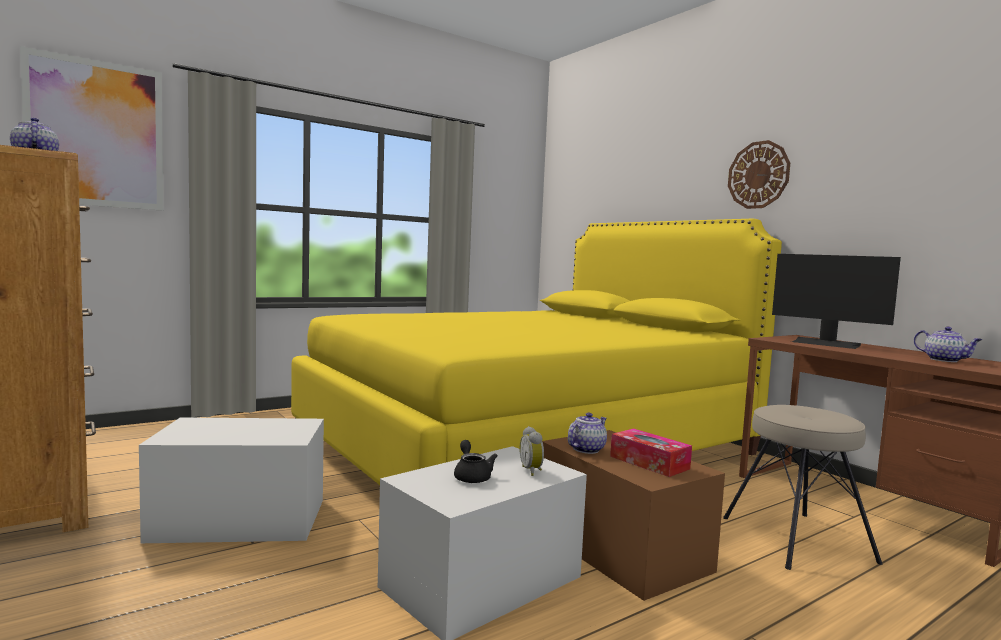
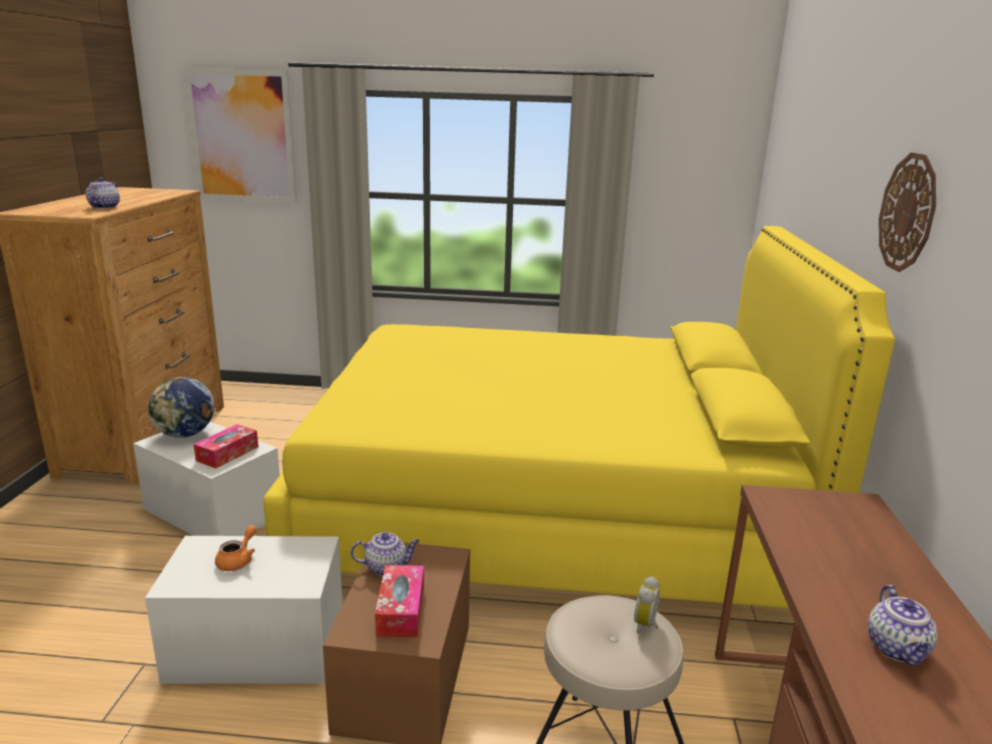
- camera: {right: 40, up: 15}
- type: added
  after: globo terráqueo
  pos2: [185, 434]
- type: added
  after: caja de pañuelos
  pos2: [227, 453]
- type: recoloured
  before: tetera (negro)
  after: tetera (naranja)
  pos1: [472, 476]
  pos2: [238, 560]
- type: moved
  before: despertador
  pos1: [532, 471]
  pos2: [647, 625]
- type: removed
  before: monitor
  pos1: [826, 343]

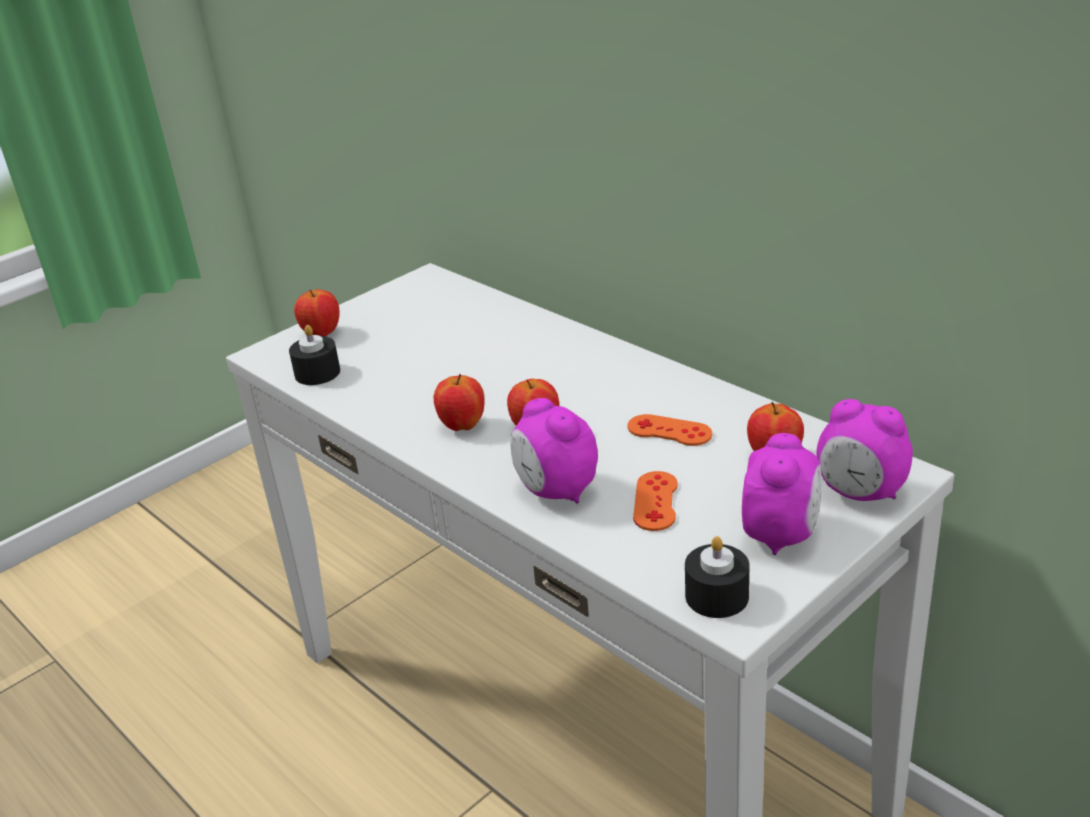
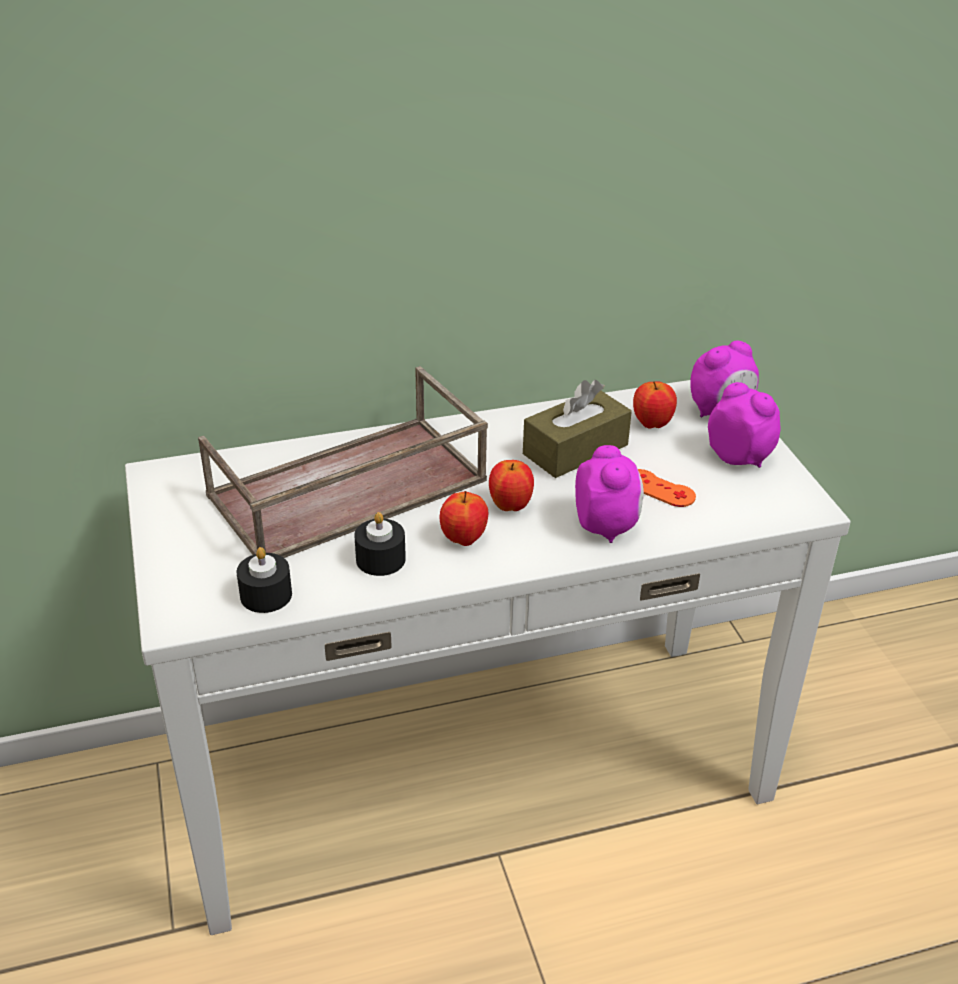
- camera: {right: -65, up: 5}
- type: added
  after: bandeja (marrón)
  pos2: [346, 491]
- type: moved
  before: vela (negro)
  pos1: [717, 596]
  pos2: [380, 559]
- type: replaced
  before: mando de consola (naranja)
  after: caja de pañuelos (marrón)
  pos1: [669, 431]
  pos2: [575, 449]
- type: turned
  before: despertador
  pos1: [556, 491]
  pos2: [606, 526]
  turn: -90
- type: removed
  before: manzana
  pos1: [321, 334]

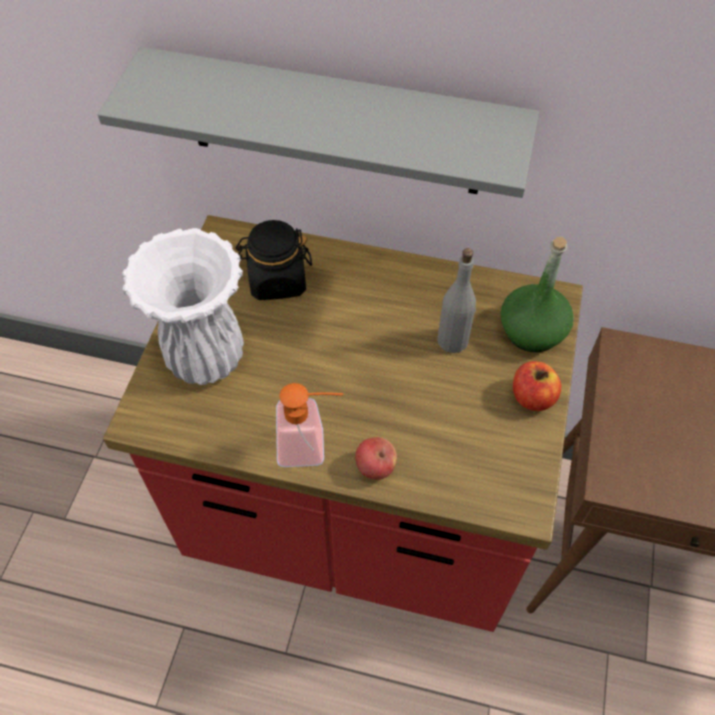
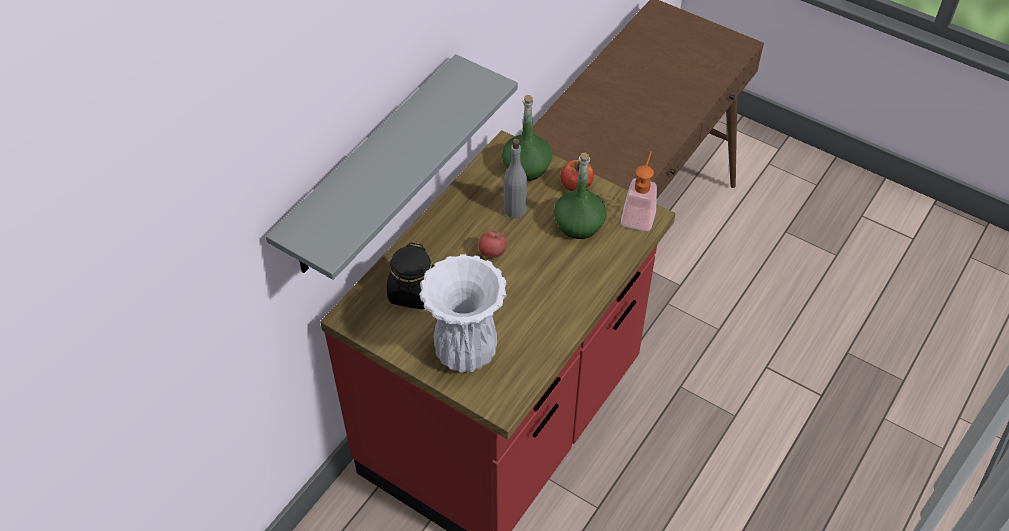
- camera: {right: -70, up: -5}
- type: moved
  before: manzana
  pos1: [375, 467]
  pos2: [492, 253]
- type: added
  after: botella (verde)
  pos2: [579, 224]
- type: moved
  before: dispensador de jabón
  pos1: [311, 447]
  pos2: [639, 214]

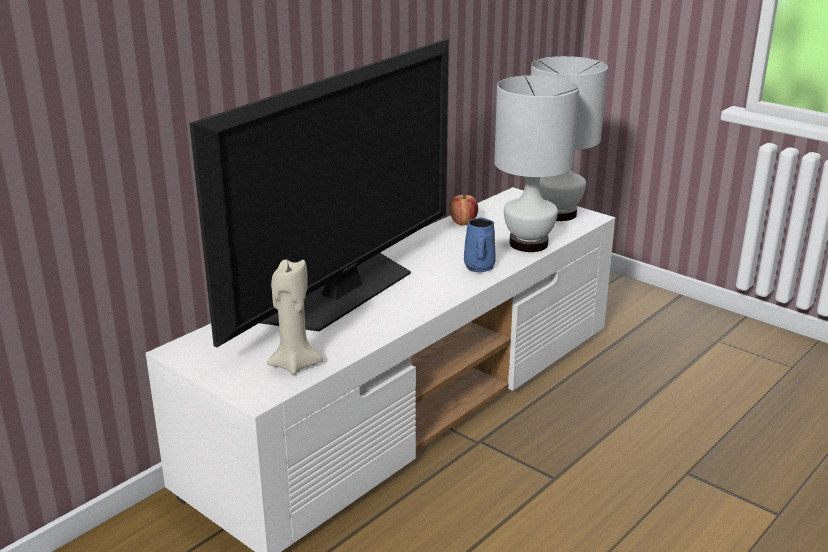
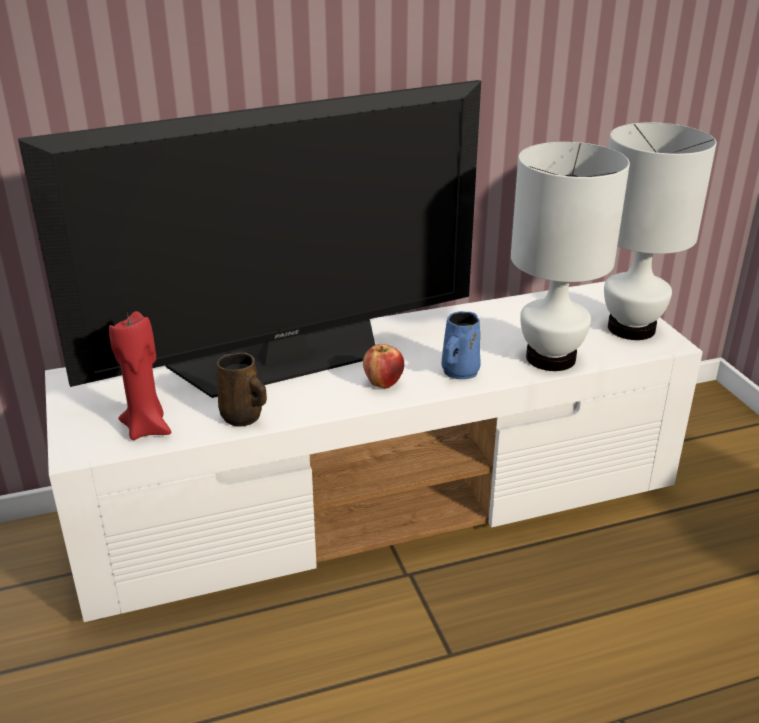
- camera: {right: 30, up: 5}
- type: recoloured
  before: vela (beis)
  after: vela (rojo)
  pos1: [294, 364]
  pos2: [147, 428]
- type: added
  after: taza grande (marrón)
  pos2: [243, 417]
- type: moved
  before: manzana
  pos1: [463, 223]
  pos2: [383, 383]

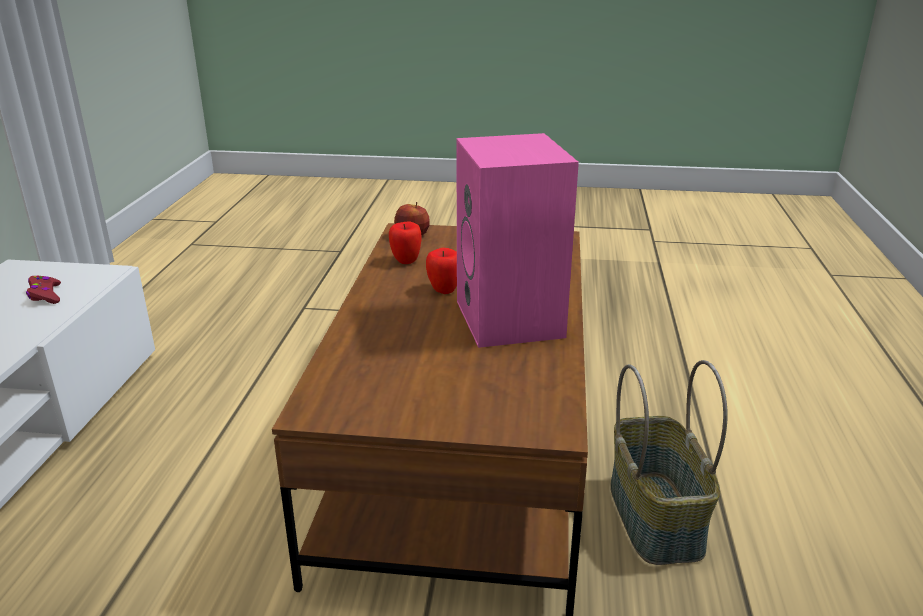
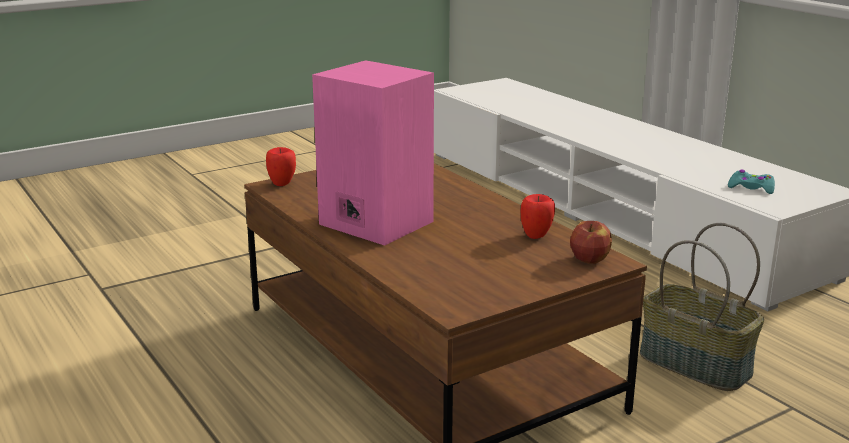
- camera: {right: 140, up: -5}
- type: moved
  before: manzana
  pos1: [444, 290]
  pos2: [282, 184]
- type: moved
  before: cesta
  pos1: [657, 518]
  pos2: [693, 364]
- type: recoloured
  before: mando de consola (rojo)
  after: mando de consola (turquesa)
  pos1: [45, 295]
  pos2: [751, 188]

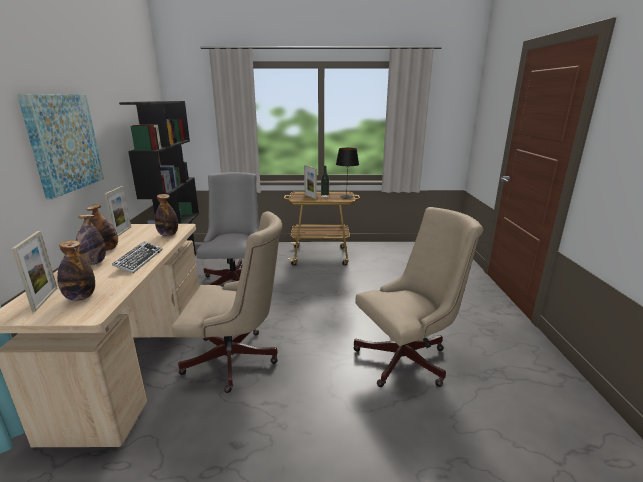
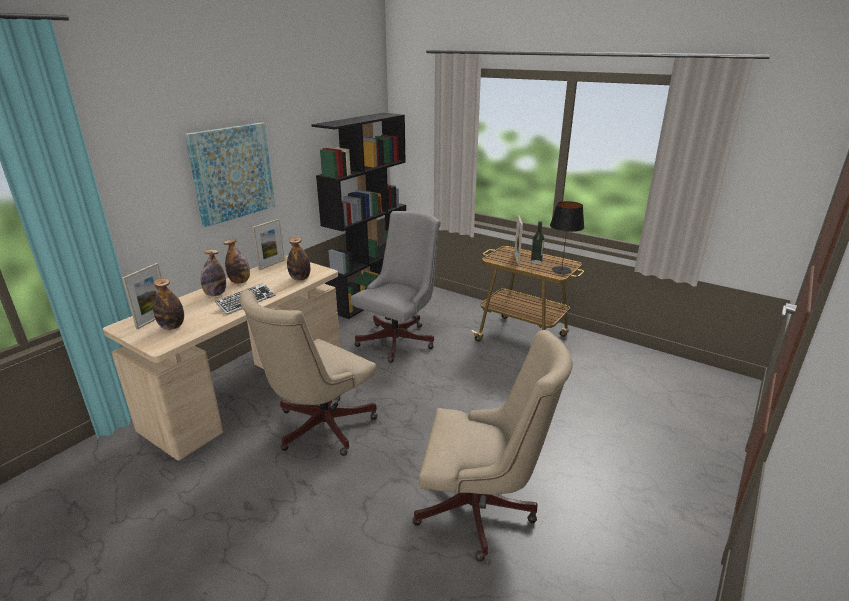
- camera: {right: 35, up: 5}
- type: turned
  before: silla de oficina (beis)
  pos1: [236, 360]
  pos2: [319, 428]
  turn: 90

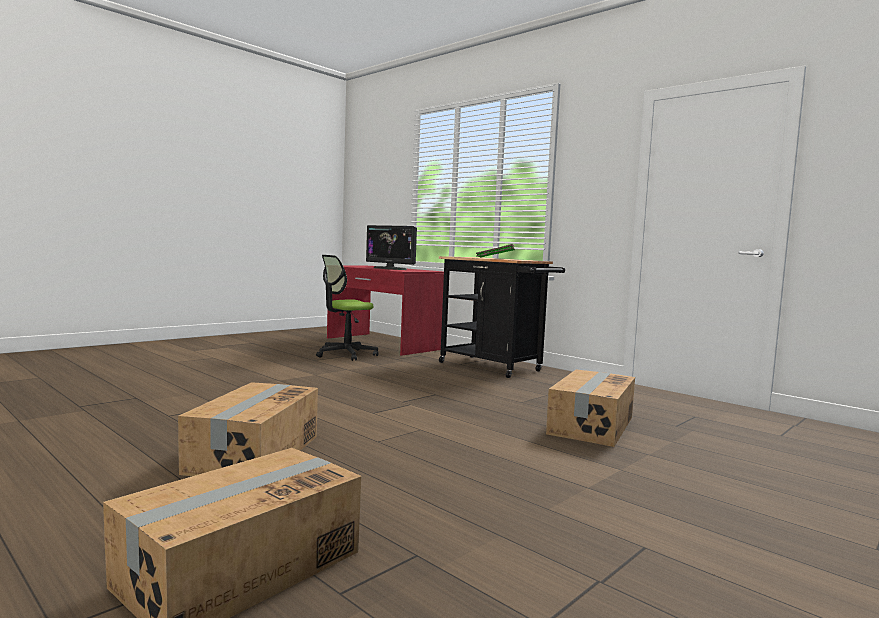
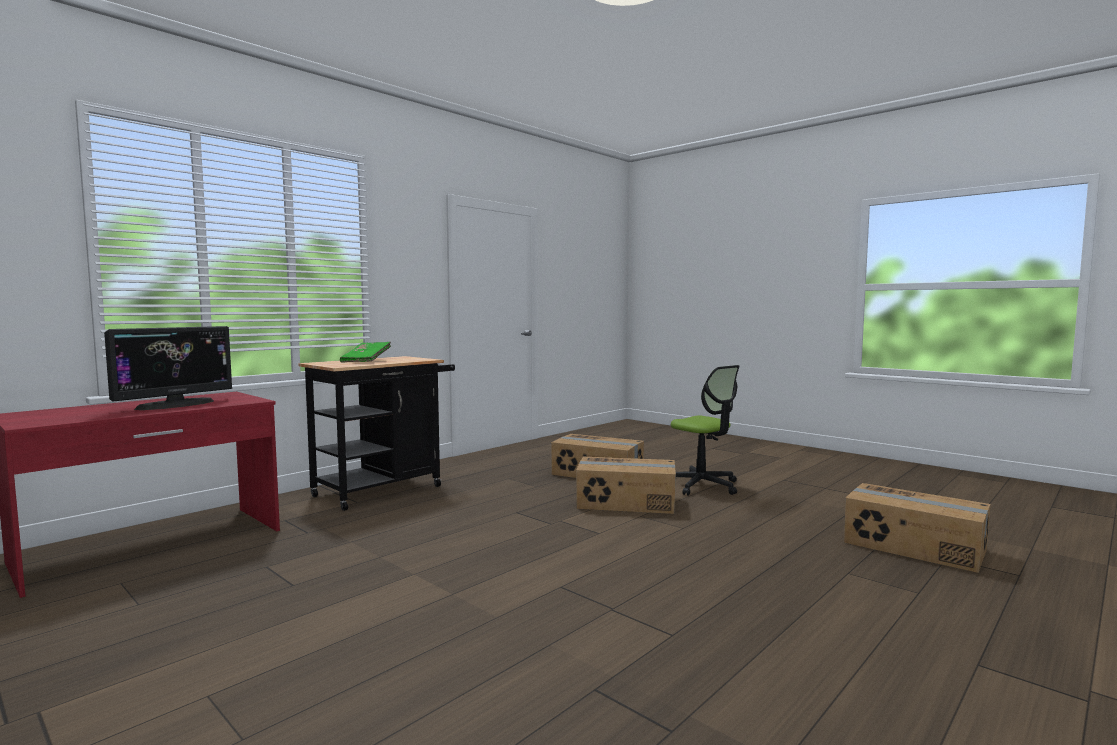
- camera: {right: -90, up: 0}
- type: moved
  before: caja de cartón
  pos1: [253, 454]
  pos2: [626, 502]
- type: moved
  before: silla de oficina
  pos1: [345, 354]
  pos2: [702, 485]

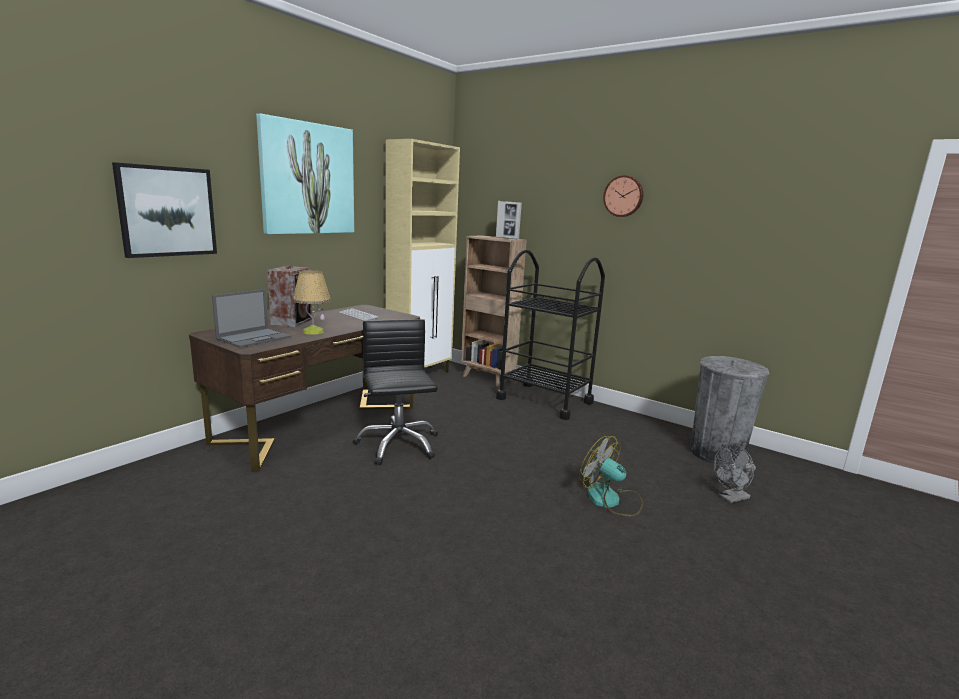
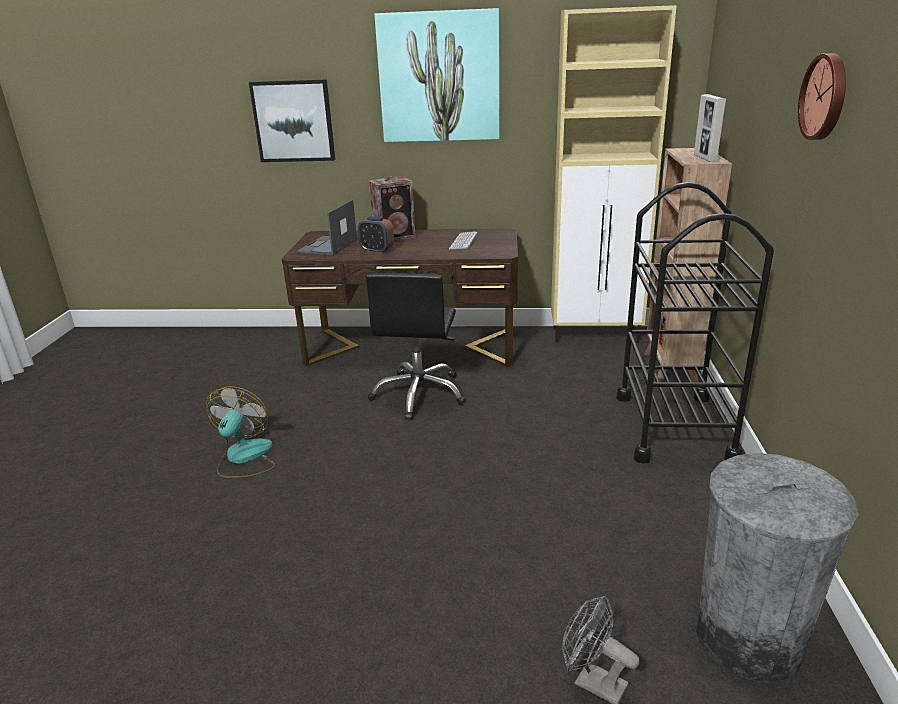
- camera: {right: 60, up: 10}
- type: moved
  before: ventilador
  pos1: [611, 500]
  pos2: [244, 458]
- type: turned
  before: portátil
  pos1: [255, 338]
  pos2: [327, 246]
  turn: 105
- type: replaced
  before: lámpara de mesa
  after: despertador
  pos1: [313, 332]
  pos2: [377, 251]
- type: turned
  before: silla de oficina (negro)
  pos1: [398, 445]
  pos2: [419, 394]
  turn: 150

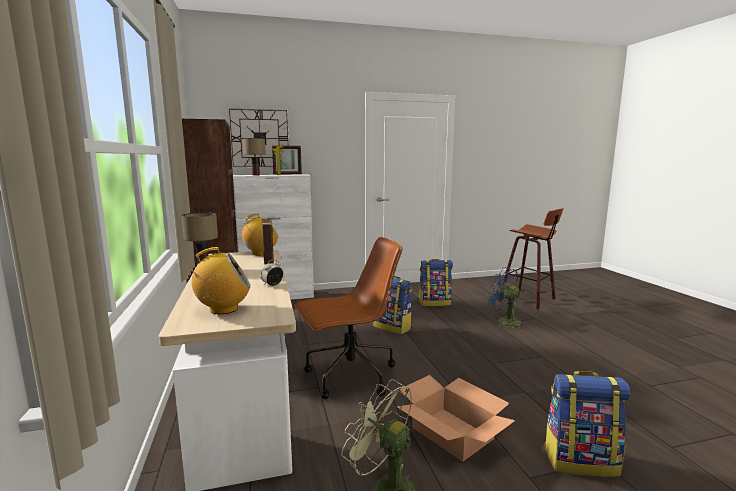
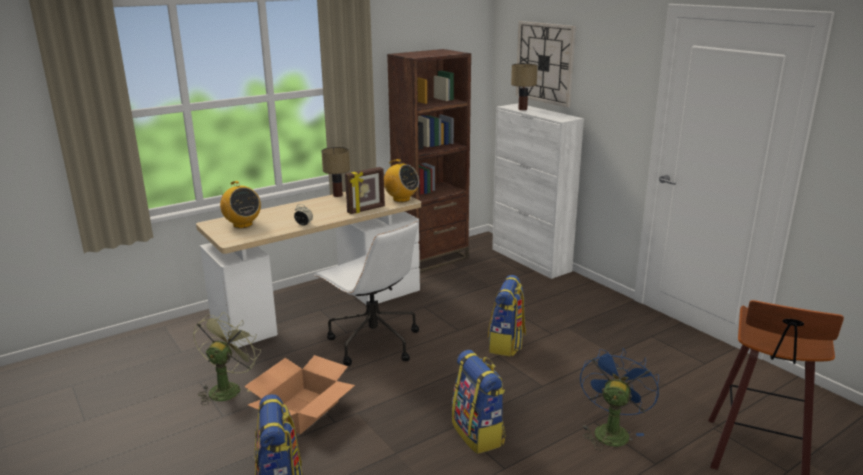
- camera: {right: 70, up: 10}
- type: recoloured
  before: silla de oficina (marrón)
  after: silla de oficina (blanco)
  pos1: [349, 377]
  pos2: [372, 342]
- type: moved
  before: mochila
  pos1: [435, 303]
  pos2: [479, 434]
- type: removed
  before: portarretratos
  pos1: [287, 174]

